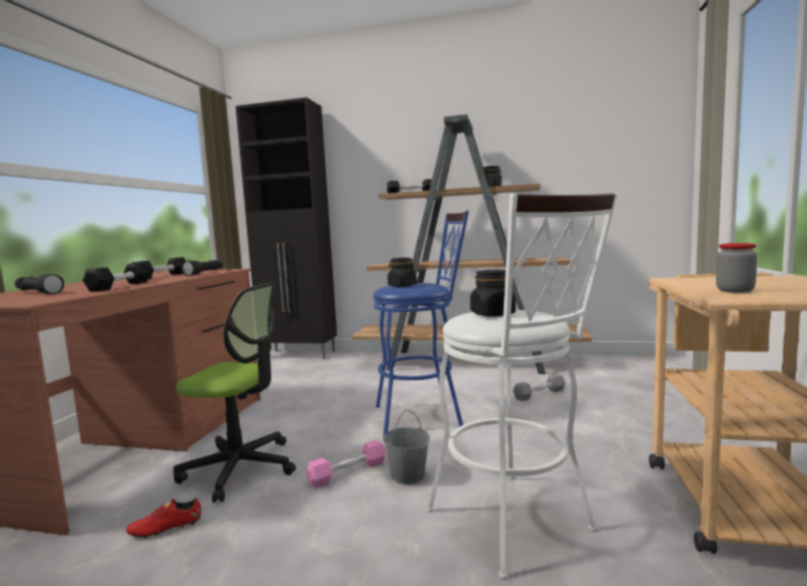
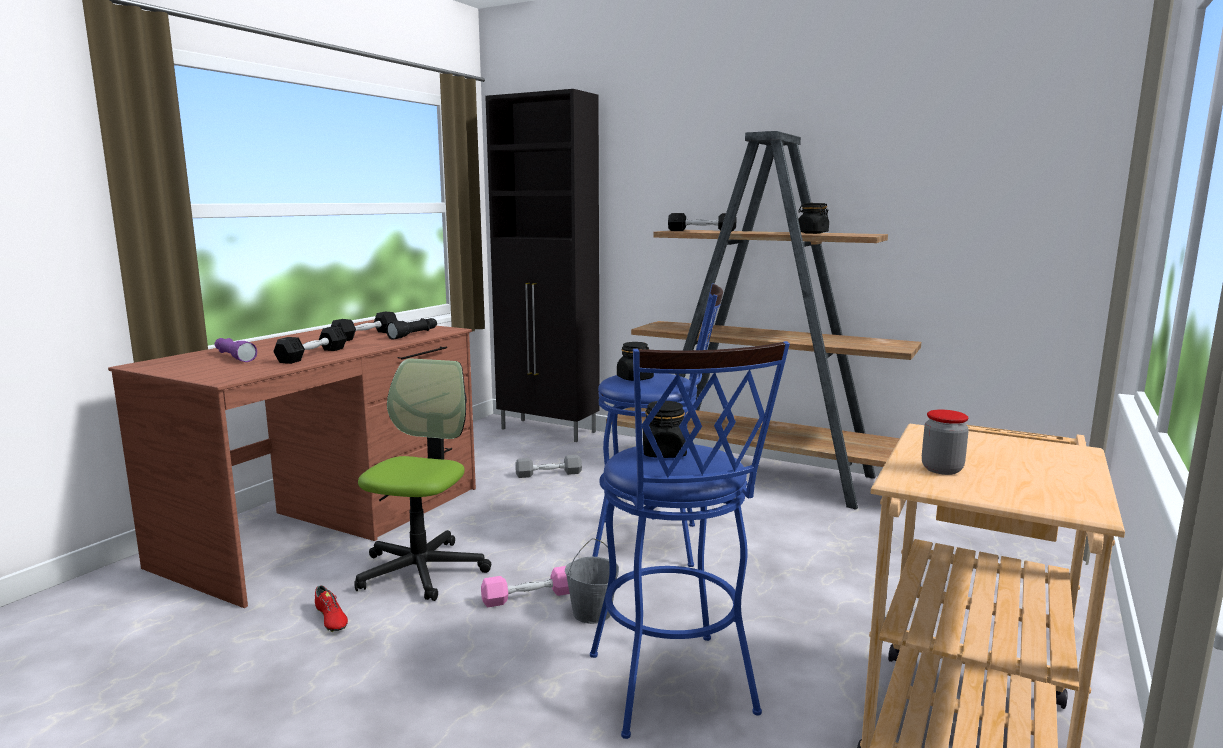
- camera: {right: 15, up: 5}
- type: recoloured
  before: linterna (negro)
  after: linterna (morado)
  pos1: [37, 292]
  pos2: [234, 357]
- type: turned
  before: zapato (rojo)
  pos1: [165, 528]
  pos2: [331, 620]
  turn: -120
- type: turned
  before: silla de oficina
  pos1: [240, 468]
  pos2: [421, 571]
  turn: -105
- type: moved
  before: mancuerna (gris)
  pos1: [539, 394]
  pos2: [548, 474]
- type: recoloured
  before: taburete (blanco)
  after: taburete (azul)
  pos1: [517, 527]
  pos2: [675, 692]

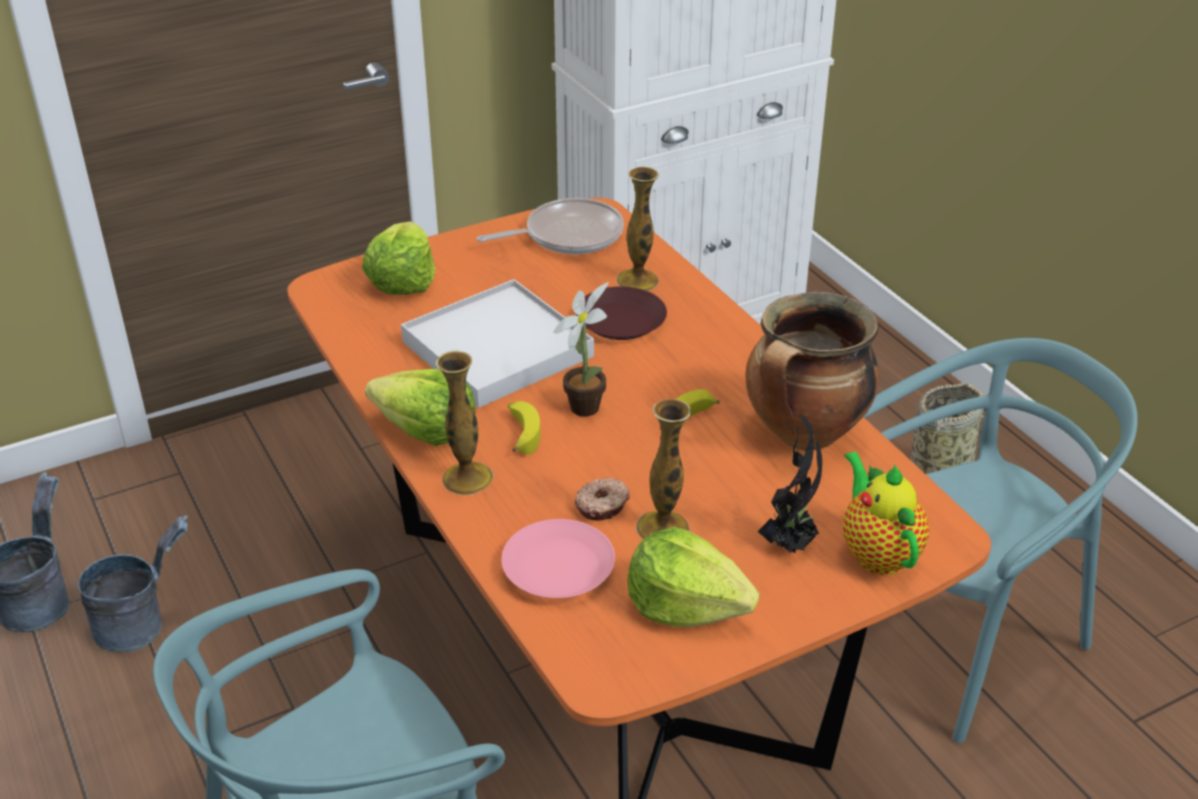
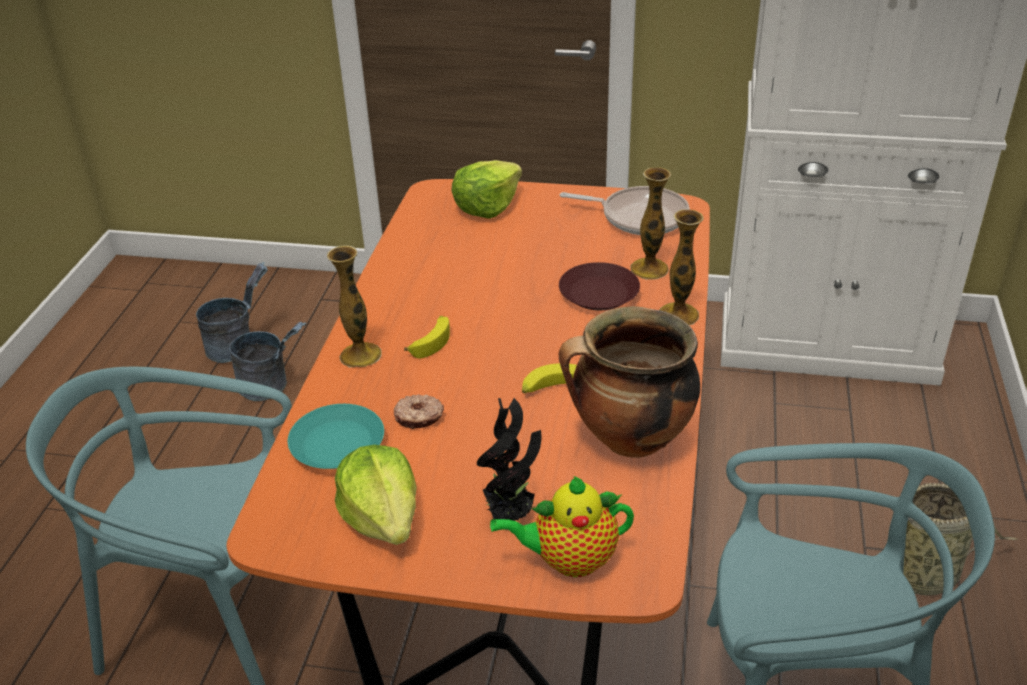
- camera: {right: 40, up: 0}
- type: recoloured
  before: plato (rosa)
  after: plato (turquesa)
  pos1: [558, 567]
  pos2: [338, 443]
- type: turned
  before: tetera
  pos1: [877, 552]
  pos2: [569, 560]
  turn: -120
- type: moved
  before: florero
  pos1: [662, 528]
  pos2: [678, 315]
- type: removed
  before: lechuga
  pos1: [426, 430]
- type: removed
  before: bandeja (blanco)
  pos1: [498, 349]
- type: removed
  before: planta en maceta
  pos1: [585, 404]

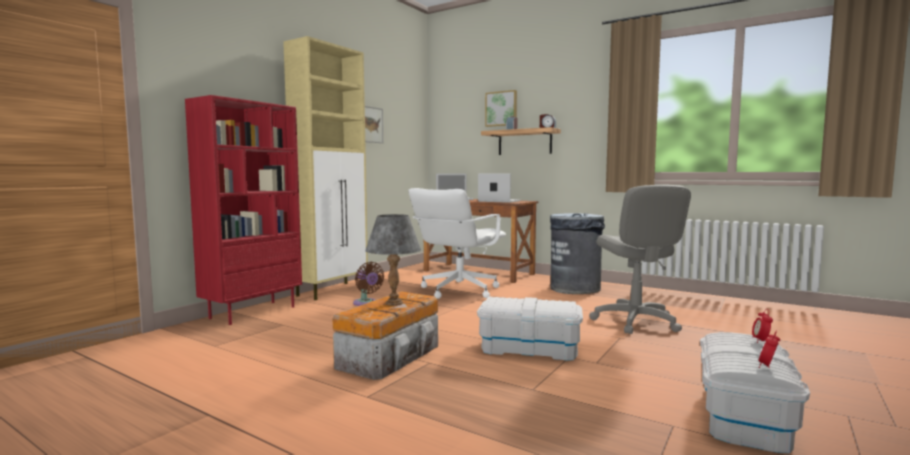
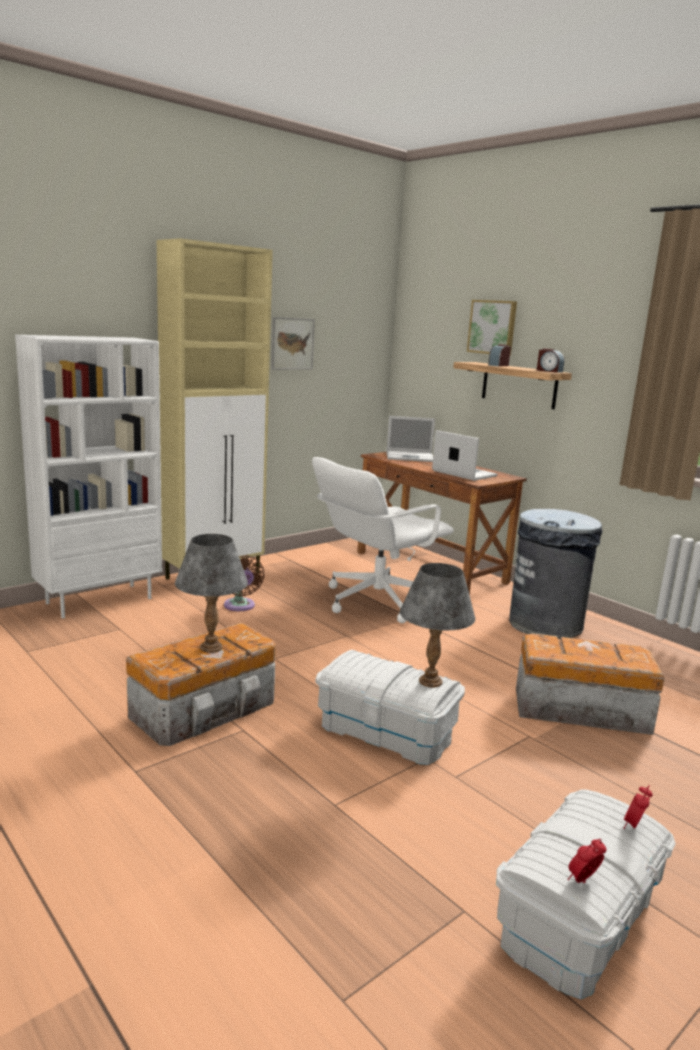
- camera: {right: 15, up: 10}
- type: recoloured
  before: estantería (rojo)
  after: estantería (blanco)
  pos1: [253, 312]
  pos2: [99, 600]
- type: added
  after: lámpara de mesa (gris)
  pos2: [431, 681]
- type: replaced
  before: silla de oficina (gris)
  after: caja de almacenaje
  pos1: [635, 322]
  pos2: [578, 709]

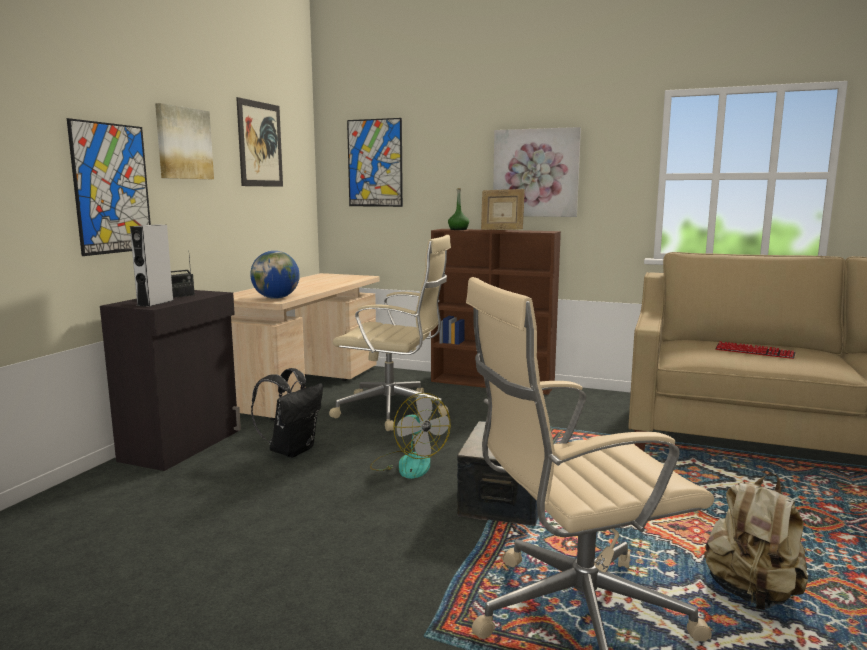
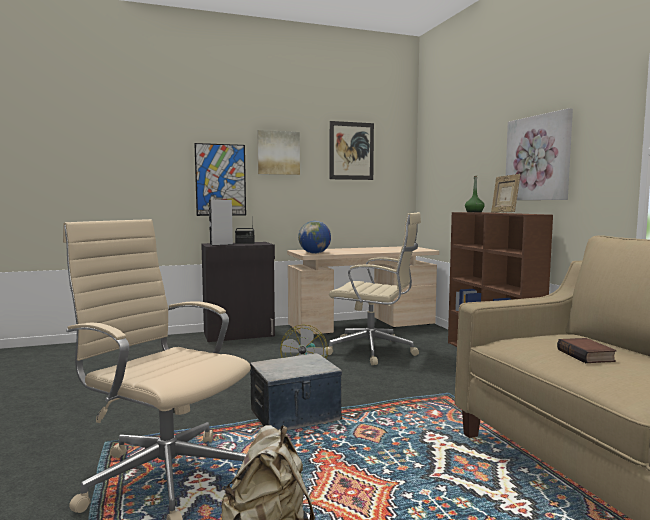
- camera: {right: 50, up: -5}
- type: turned
  before: silla de oficina (beis)
  pos1: [394, 411]
  pos2: [374, 351]
  turn: -45
- type: replaced
  before: teclado
  after: libro
  pos1: [754, 352]
  pos2: [587, 355]
- type: removed
  before: mochila (negro)
  pos1: [292, 450]
- type: removed
  before: cuadro
  pos1: [375, 163]

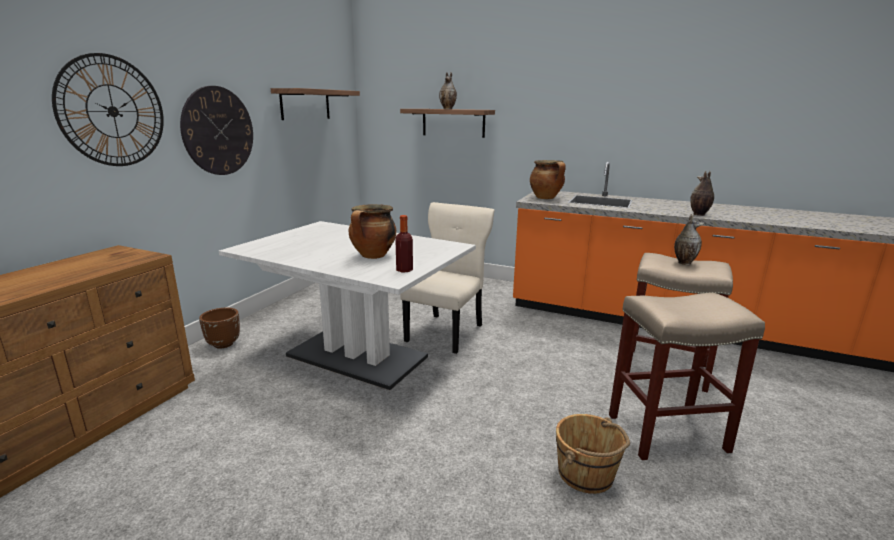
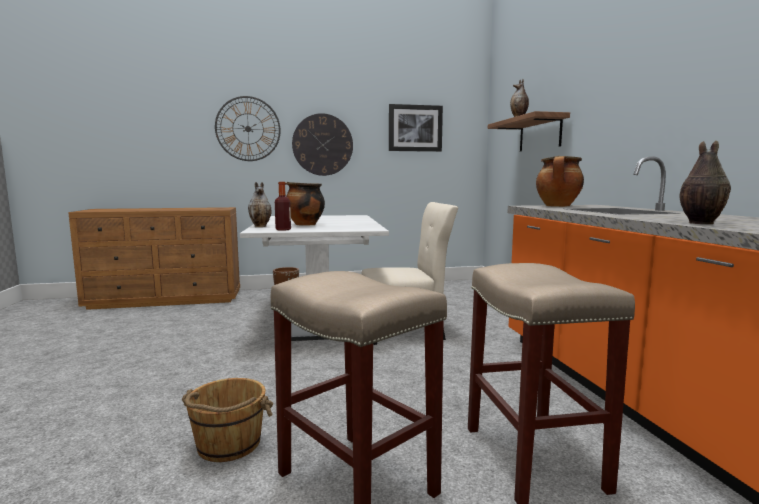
- camera: {right: 55, up: -10}
- type: moved
  before: florero
  pos1: [683, 262]
  pos2: [261, 226]
- type: replaced
  before: estante
  after: cuadro
  pos1: [305, 104]
  pos2: [415, 128]

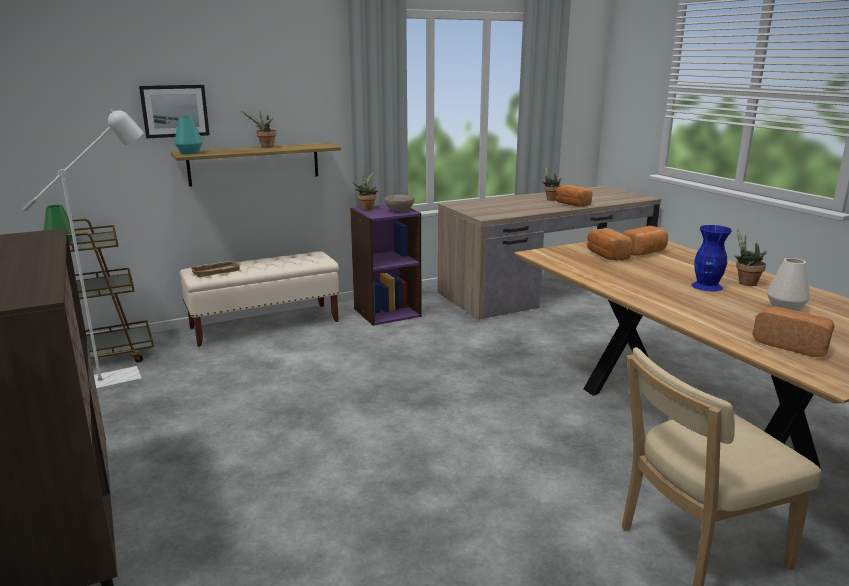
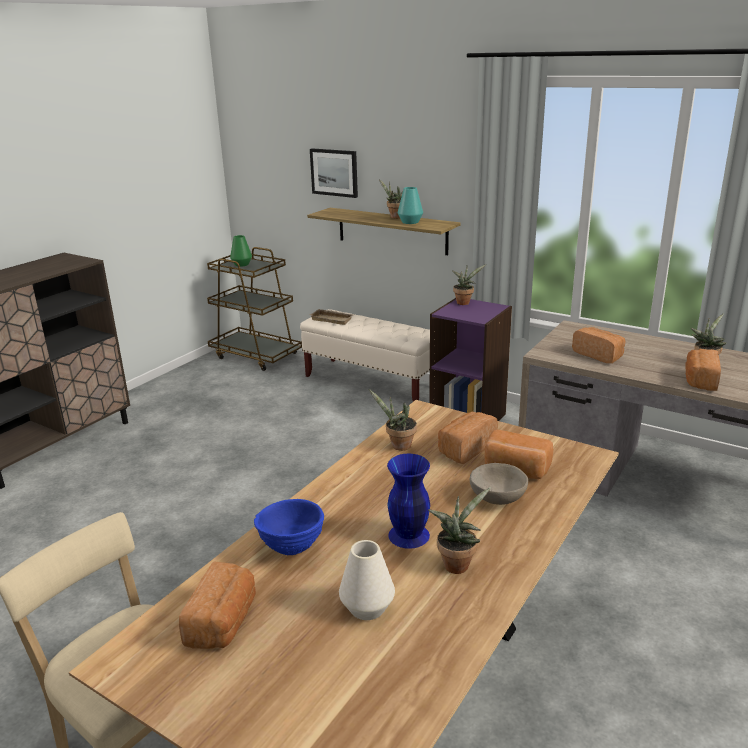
- camera: {right: 60, up: 5}
- type: added
  after: cuenco (azul)
  pos2: [292, 548]
- type: added
  after: planta en maceta
  pos2: [398, 446]
- type: moved
  before: florero (turquesa)
  pos1: [190, 153]
  pos2: [410, 222]
- type: moved
  before: cuenco (beis)
  pos1: [399, 210]
  pos2: [498, 498]
- type: added
  after: pan
  pos2: [599, 355]
- type: removed
  before: lámpara de pie (blanco)
  pos1: [125, 378]

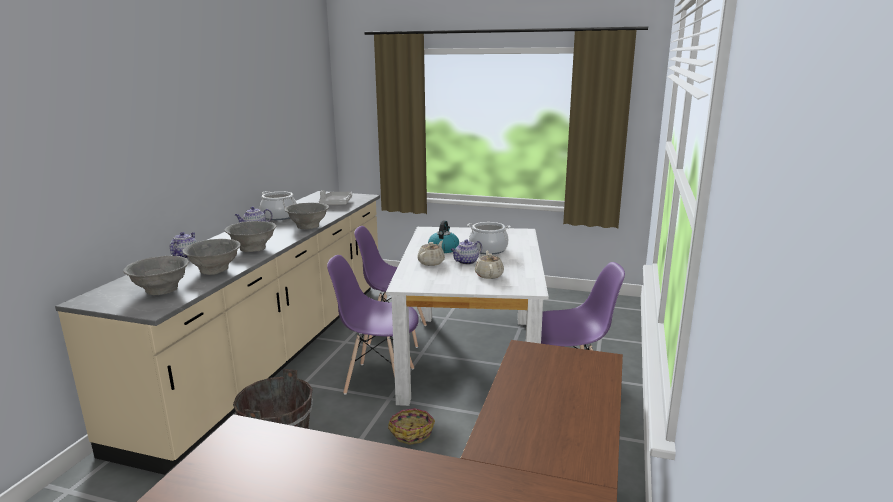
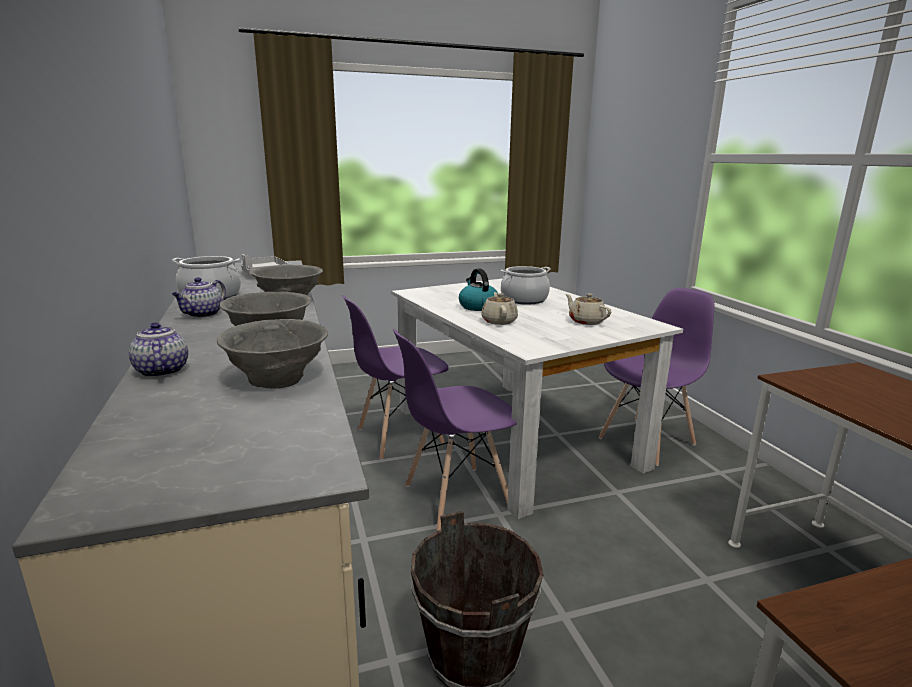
- camera: {right: -35, up: 0}
- type: removed
  before: cuenco (gris)
  pos1: [161, 290]
- type: removed
  before: cesta
  pos1: [412, 432]
- type: removed
  before: tetera
  pos1: [466, 262]

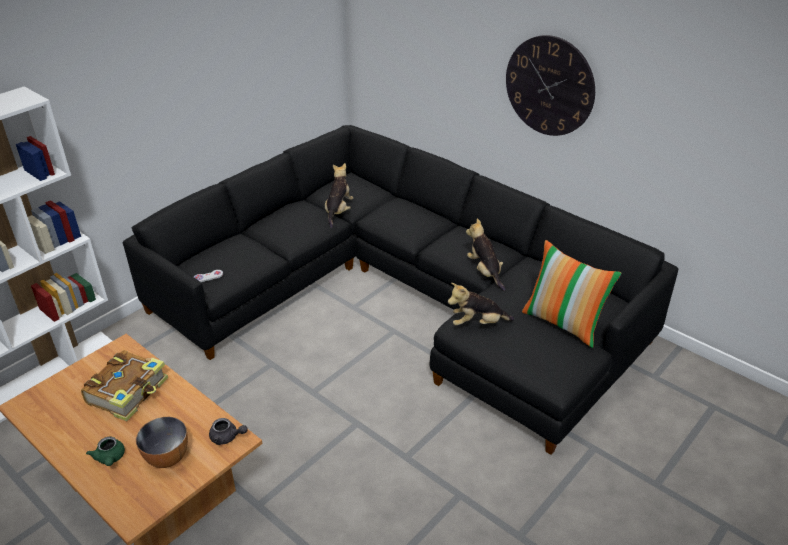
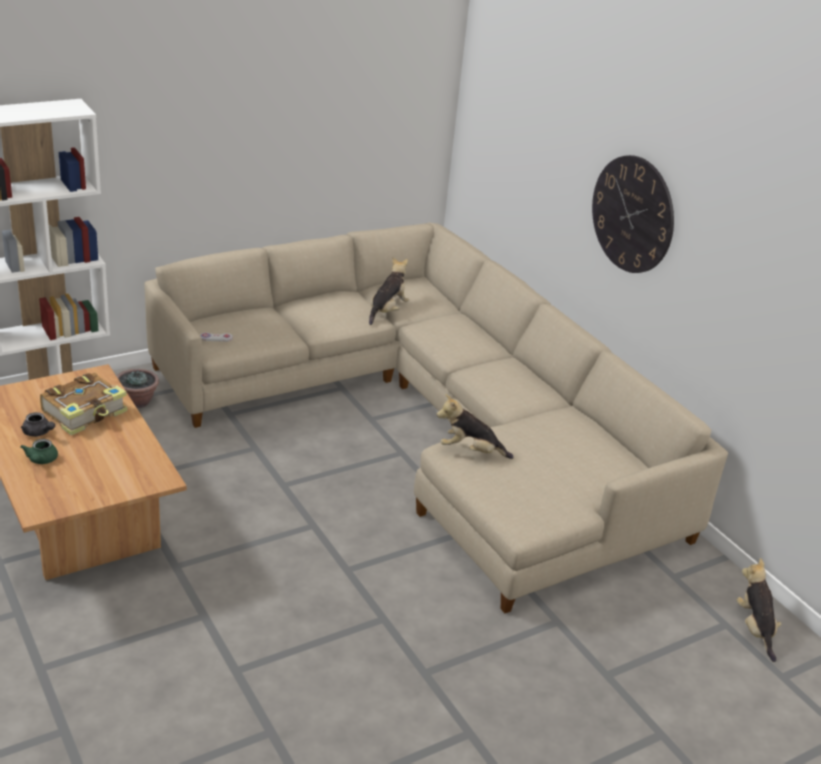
- camera: {right: 15, up: -5}
- type: moved
  before: tetera (gris)
  pos1: [227, 437]
  pos2: [38, 433]
- type: added
  after: planta en maceta
  pos2: [137, 401]
- type: recoloured
  before: sofá (negro)
  after: sofá (beis)
  pos1: [403, 298]
  pos2: [430, 424]
- type: moved
  before: peluche
  pos1: [485, 272]
  pos2: [754, 628]
- type: removed
  before: cuenco
  pos1: [167, 458]
- type: removed
  before: cojín
  pos1: [563, 323]

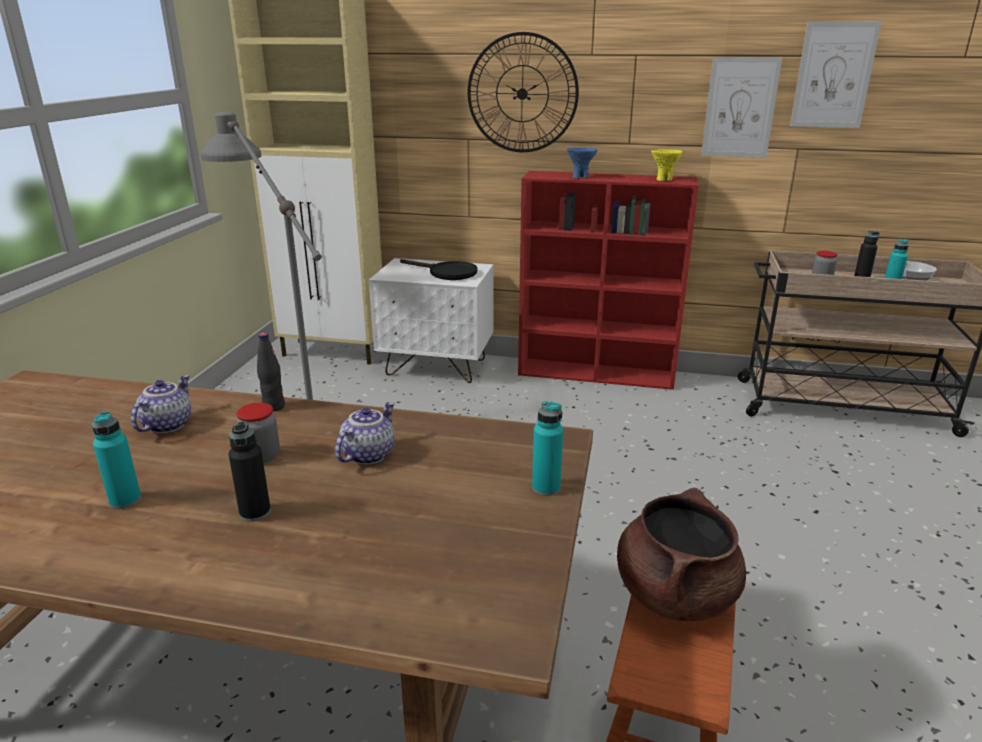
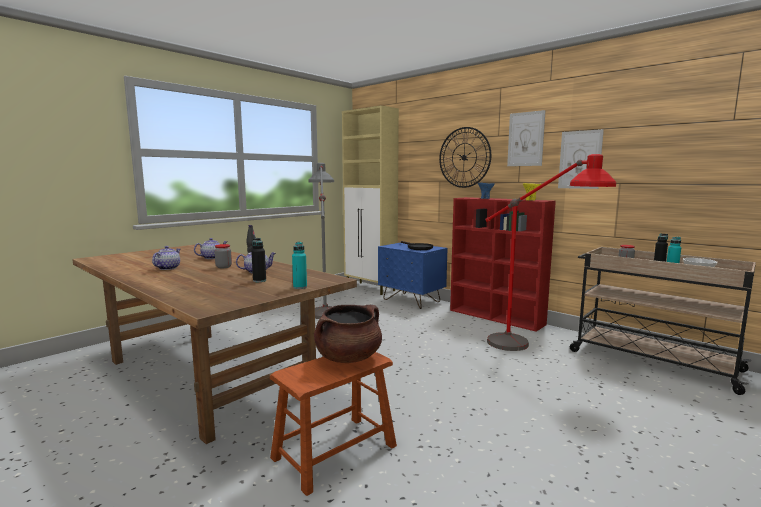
- camera: {right: 30, up: -15}
- type: replaced
  before: botella (turquesa)
  after: tetera
  pos1: [125, 500]
  pos2: [167, 268]
- type: moved
  before: botella (negro)
  pos1: [255, 513]
  pos2: [259, 281]
- type: recoloured
  before: mesita de noche (blanco)
  after: mesita de noche (azul)
  pos1: [437, 367]
  pos2: [411, 301]
- type: added
  after: lámpara de pie (rojo)
  pos2: [533, 352]
- type: moved
  before: cuadro
  pos1: [833, 75]
  pos2: [525, 139]

